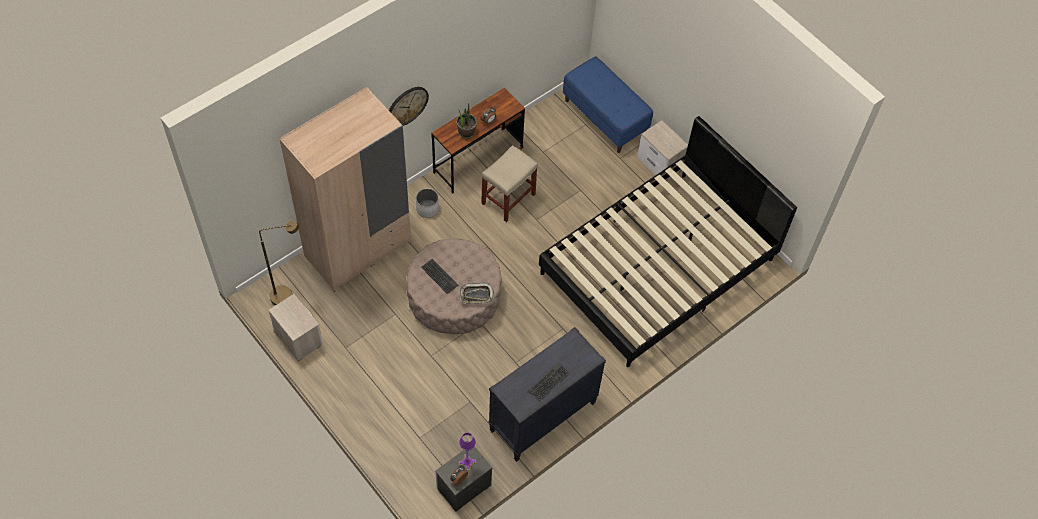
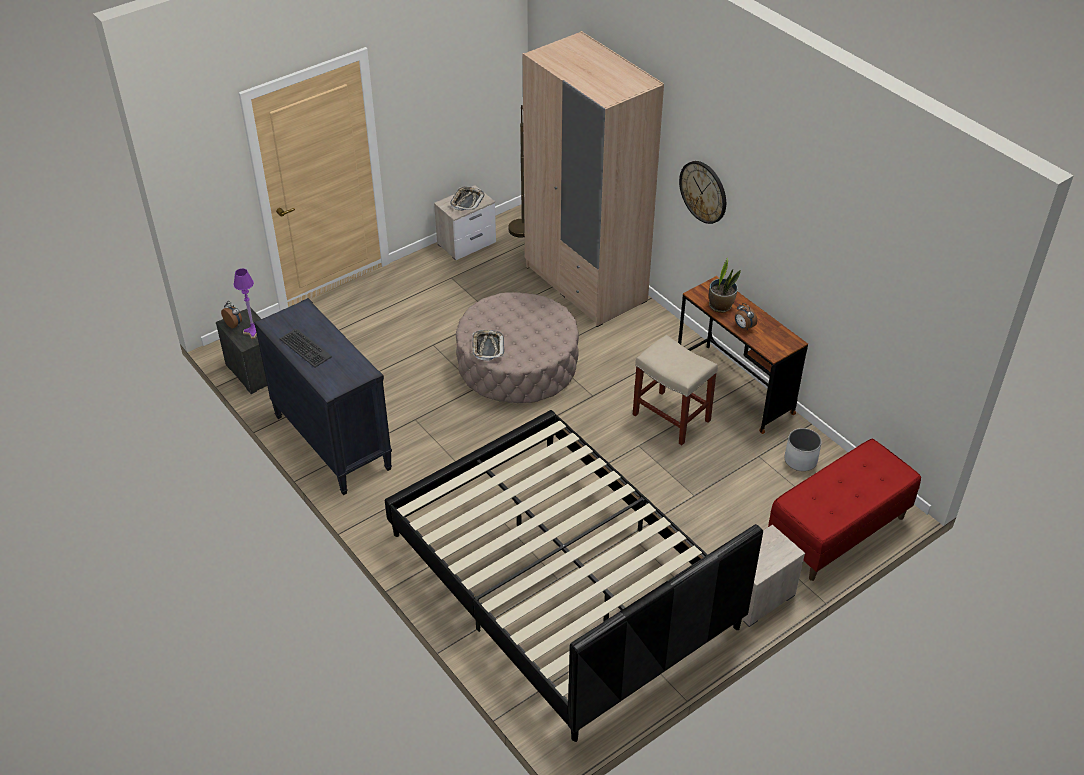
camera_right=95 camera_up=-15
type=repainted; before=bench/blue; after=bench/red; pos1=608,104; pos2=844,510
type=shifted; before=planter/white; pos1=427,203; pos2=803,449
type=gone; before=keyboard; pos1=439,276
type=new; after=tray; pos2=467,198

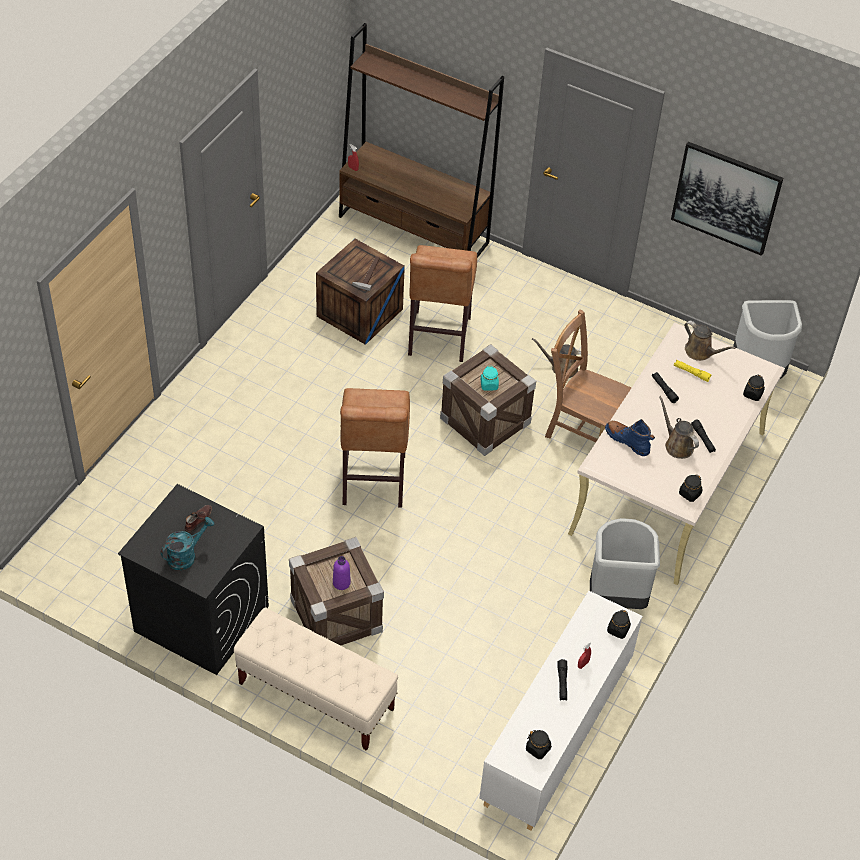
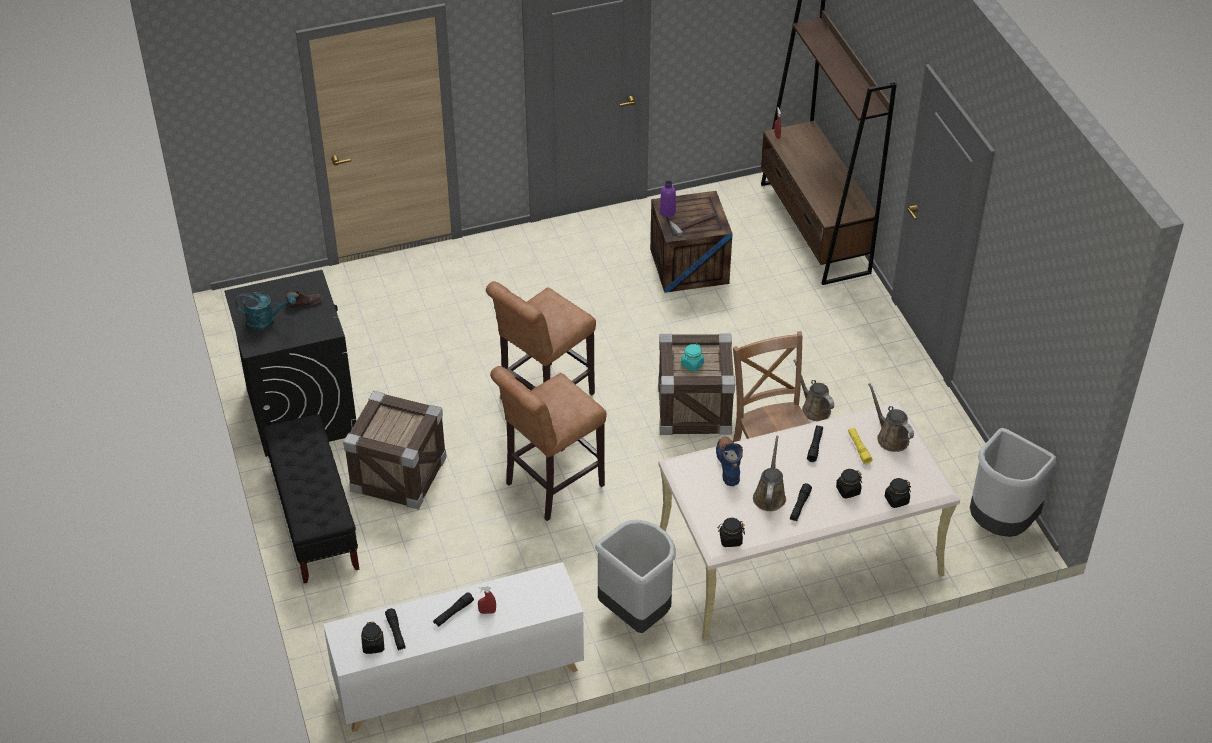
camera_right=45 camera_up=-5
type=gone; before=picture; pos1=727,199
type=shifted; before=stool/brown; pos1=442,303; pos2=548,443
type=rotated; before=watering can/brown; pos1=710,341; pos2=891,417; turn=150
type=shifted; before=bottle/purple; pos1=342,573; pos2=668,199
type=repainted; before=bench/beige; after=bench/black; pos1=316,679; pos2=311,498
type=shifted; before=jar/black; pos1=619,624; pos2=849,484
type=new; after=flashlight/black; pos2=395,629

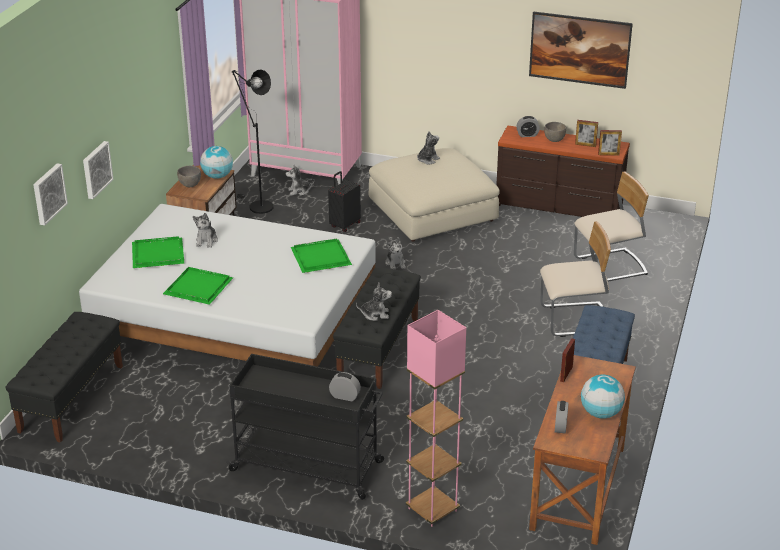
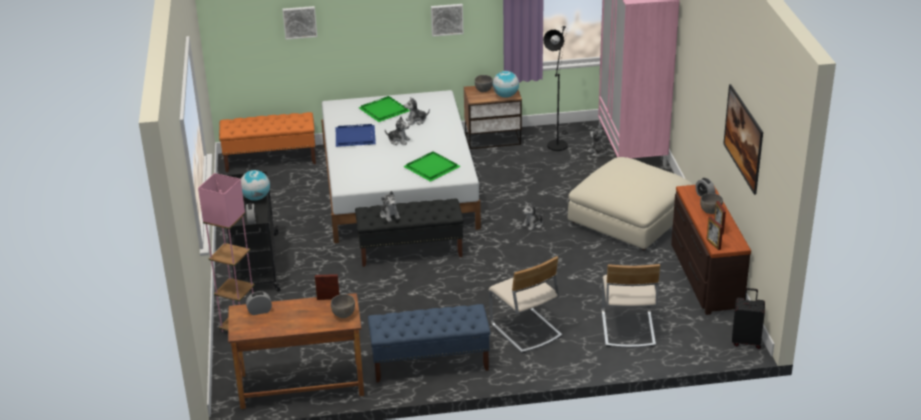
camera_right=65 camera_up=0
type=shifted; before=plush toy; pos1=428,147; pos2=397,130
type=shifted; before=picture; pos1=98,170; pos2=447,20
type=shifted; before=suitcase/black; pos1=344,201; pos2=748,318
type=rotated; before=chair/beige; pos1=611,226; pos2=631,306; turn=45
type=repainted; before=tray/green; after=tray/blue; pos1=198,286; pos2=356,135
type=repainted; before=bench/black; after=bench/orange; pos1=64,377; pos2=267,142
type=shifted; before=globe; pos1=603,396; pos2=255,185
type=new; after=bowl/grey; pos2=343,306

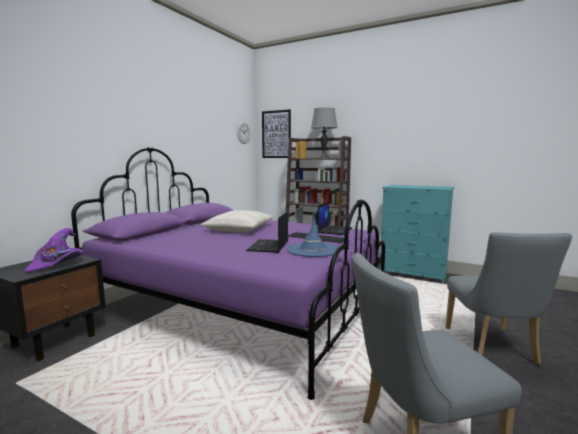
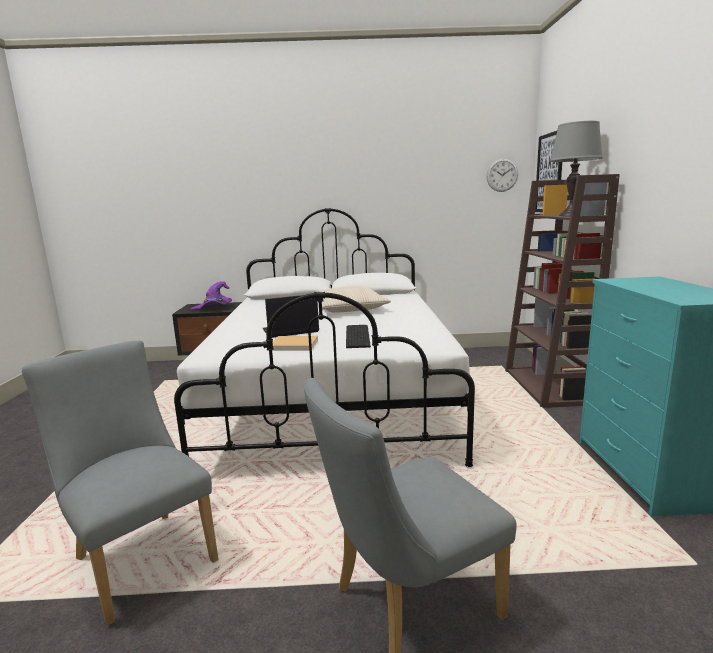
camera_right=60 camera_up=5
type=repainted; before=bed/purple; after=bed/white; pos1=228,273; pos2=324,337
type=gone; before=laptop; pos1=334,218
type=swapped; before=hat/blue; after=book/beige; pos1=312,237; pos2=295,343

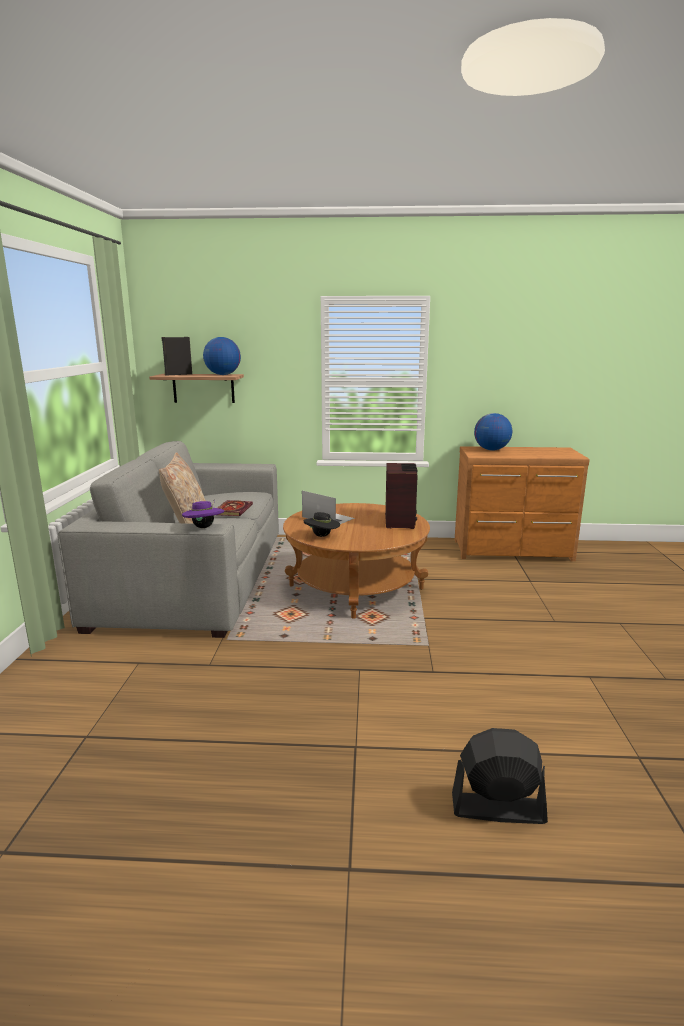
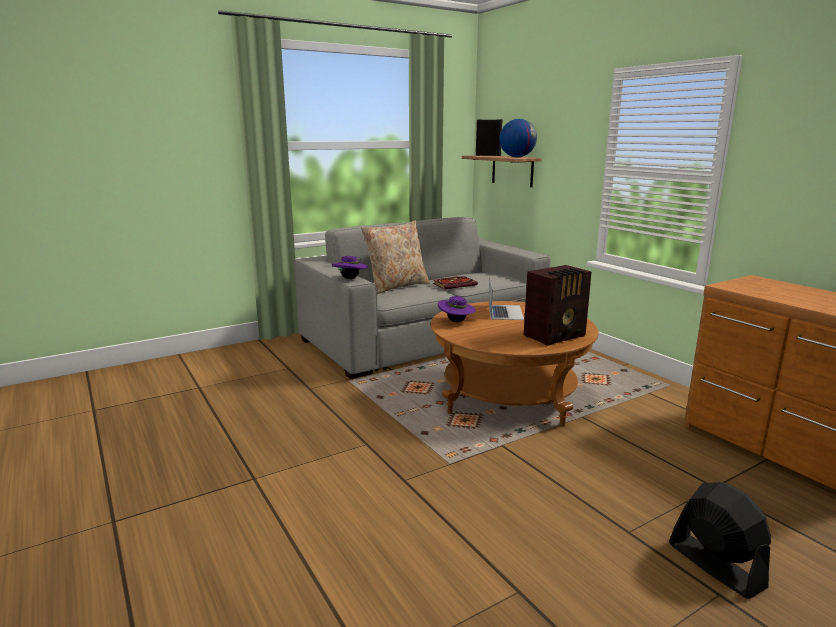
camera_right=55 camera_up=0
type=gone; before=globe; pos1=493,431
type=repainted; before=hat/black; after=hat/purple; pos1=322,524; pos2=457,309
type=shifted; before=fan/black; pos1=500,776; pos2=720,540

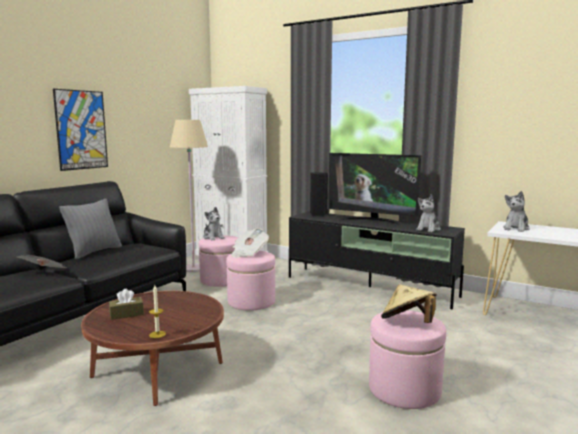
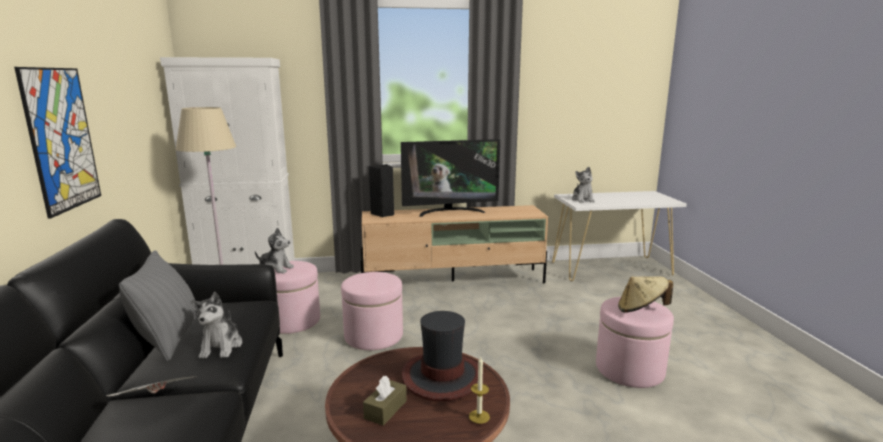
camera_right=-40 camera_up=5
type=shifted; before=plush toy; pos1=428,213; pos2=216,325
type=repainted; before=tv stand/black; after=tv stand/beige; pos1=377,260; pos2=454,244
type=gone; before=newspaper; pos1=250,243
type=new; after=hat; pos2=443,356

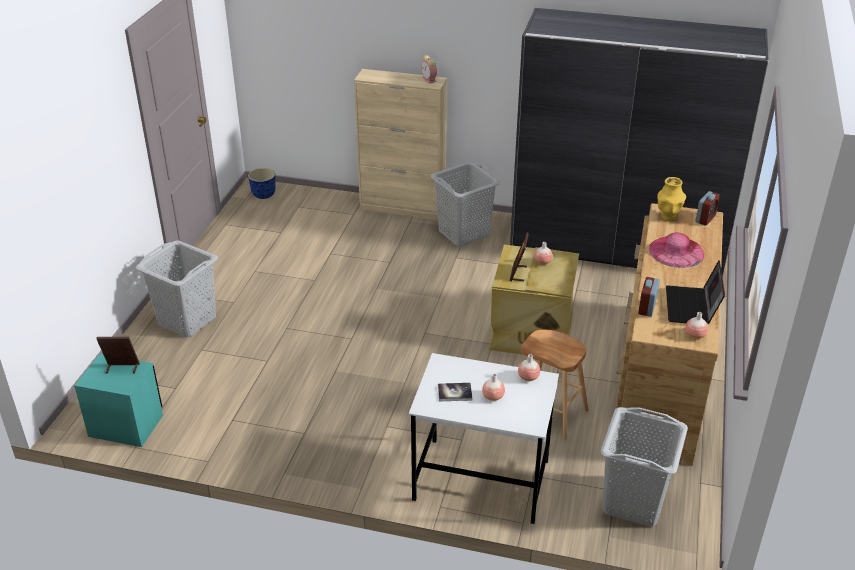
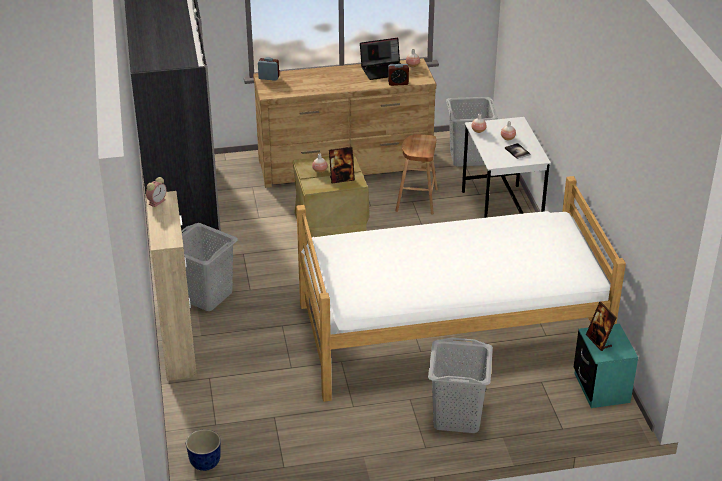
camera_right=-115 camera_up=0
type=gone; before=vase/yellow; pos1=671,199
type=gone; before=hat/pink; pos1=676,250
type=new; after=bed; pos2=461,289

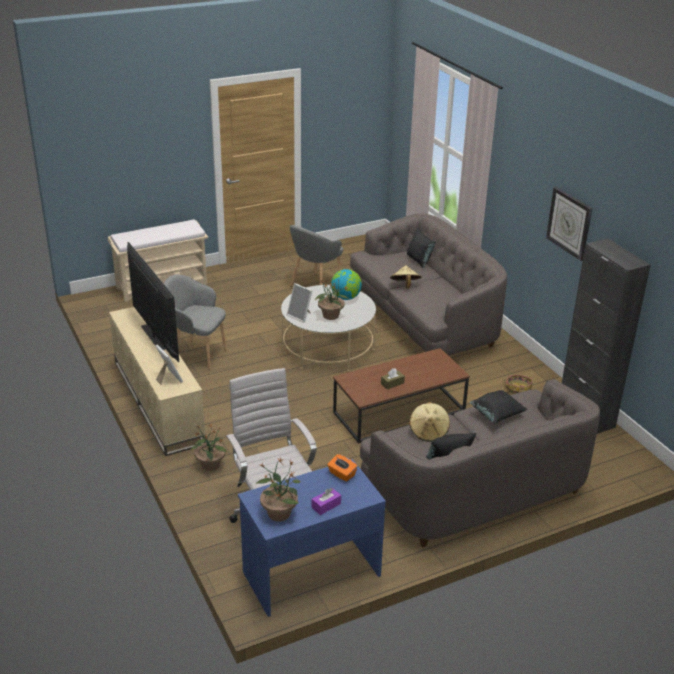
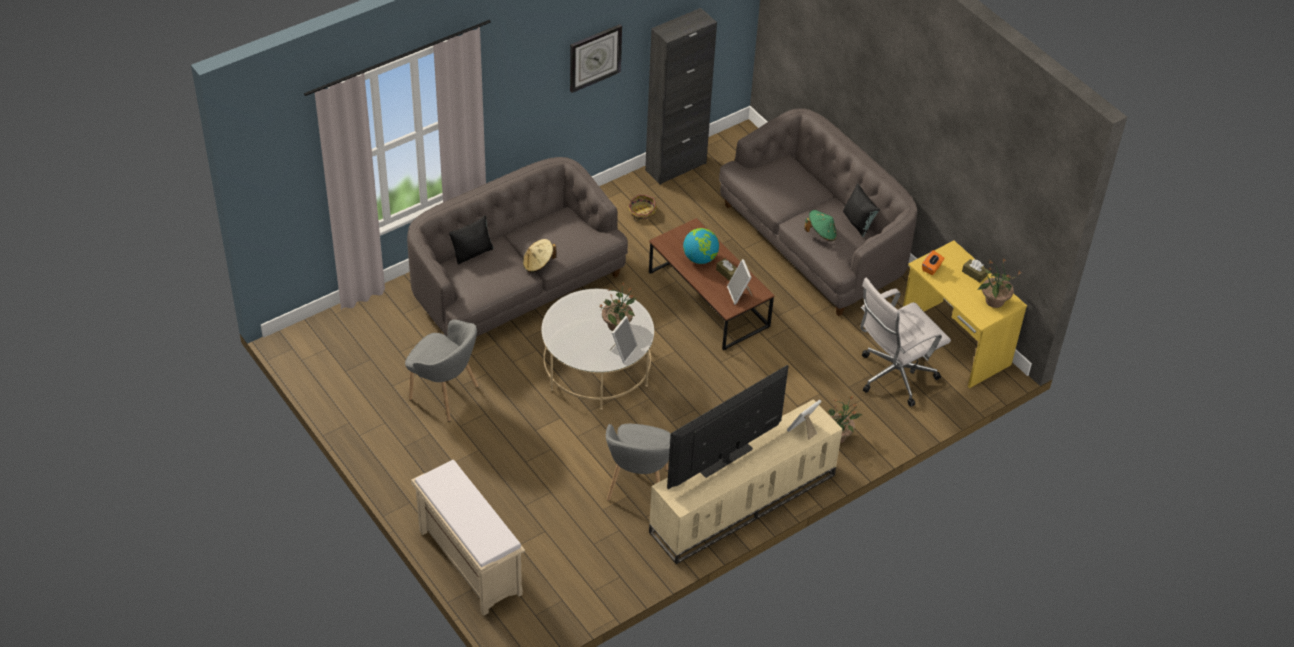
camera_right=-100 camera_up=15
type=shifted; before=globe; pos1=346,284; pos2=701,246
type=gone; before=pillow/black; pos1=499,407
type=repainted; before=hat/beige; after=hat/green; pos1=429,422; pos2=820,225
type=repainted; before=desk/blue; after=desk/yellow; pos1=312,538; pos2=965,314
type=repainted; before=tissue box/purple; after=tissue box/brown; pos1=326,501; pos2=975,270
type=new; after=picture frame; pos2=739,281

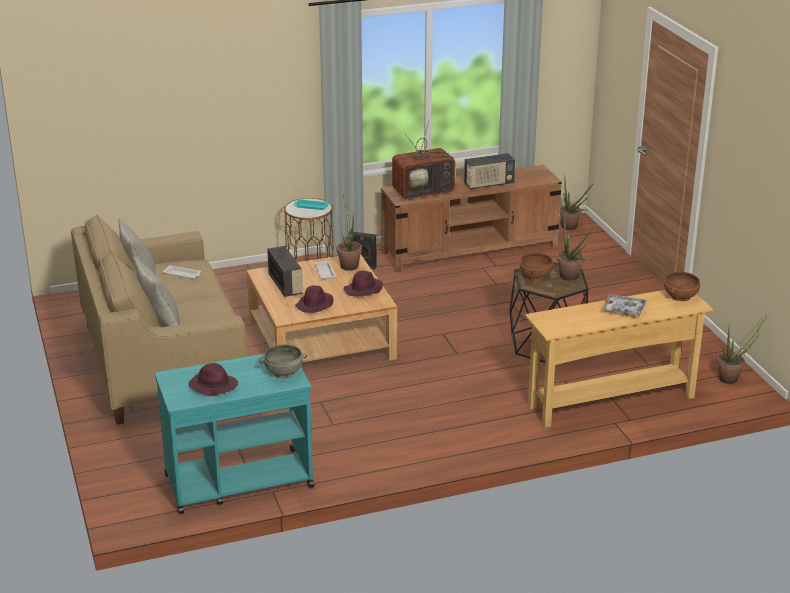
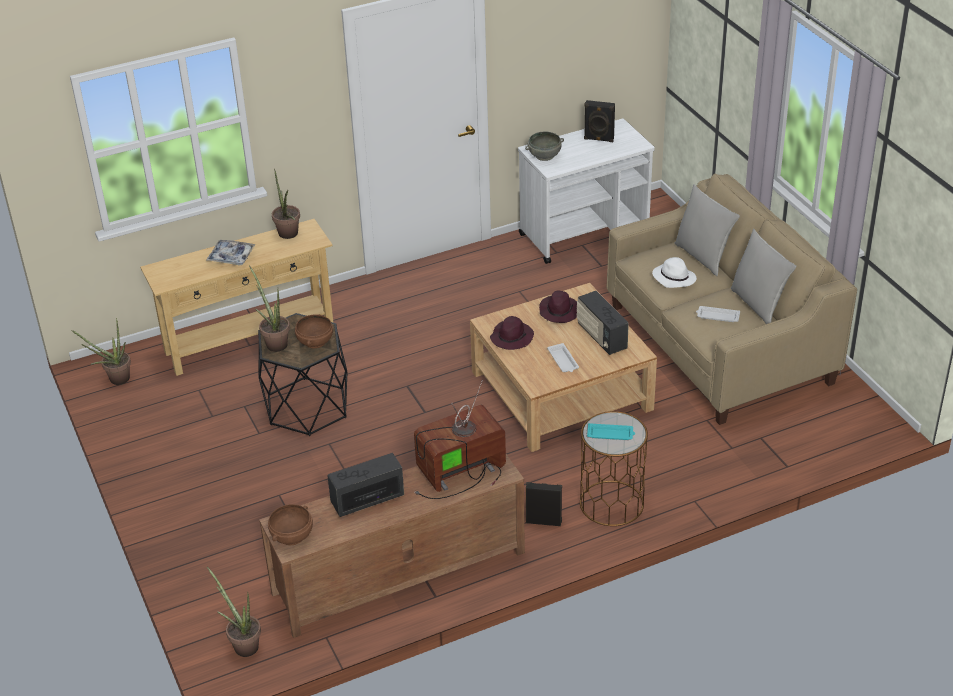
camera_right=175 camera_up=10
type=shifted; before=potted plant; pos1=349,232; pos2=286,204
type=shifted; before=bowl/brown; pos1=682,286; pos2=290,524
type=repainted; before=cart/turquoise; after=cart/white; pos1=234,434; pos2=586,191
type=swapped; before=hat/purple; after=speaker/black; pos1=213,379; pos2=599,121
type=new; after=hat/white; pos2=674,272

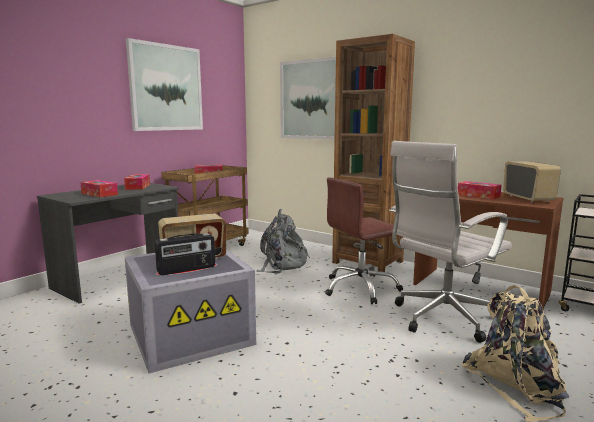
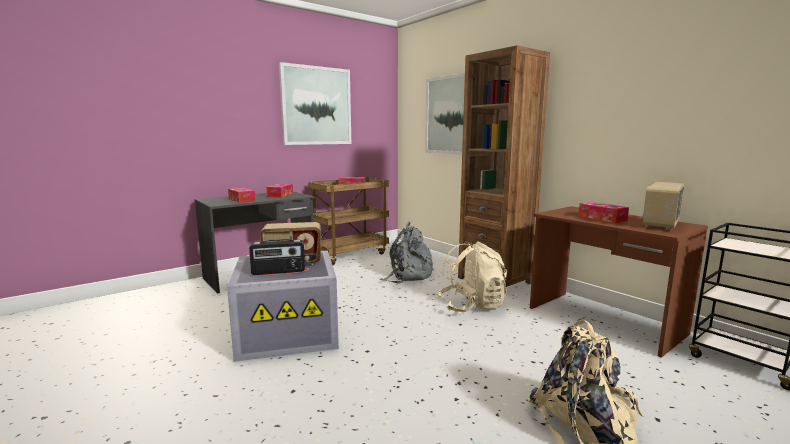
camera_right=15 camera_up=0
type=gone; before=office chair/white; pos1=450,242
type=rotated; before=radio; pos1=532,181; pos2=662,206; turn=-150
type=swapped; before=office chair/brown; after=backpack/beige; pos1=364,241; pos2=472,276

